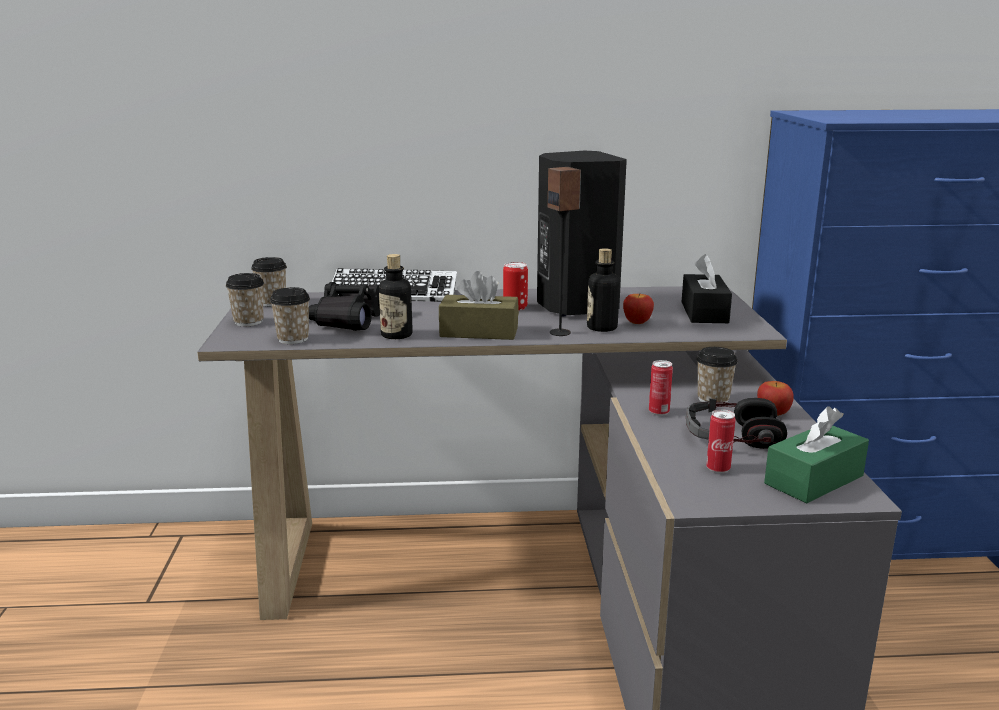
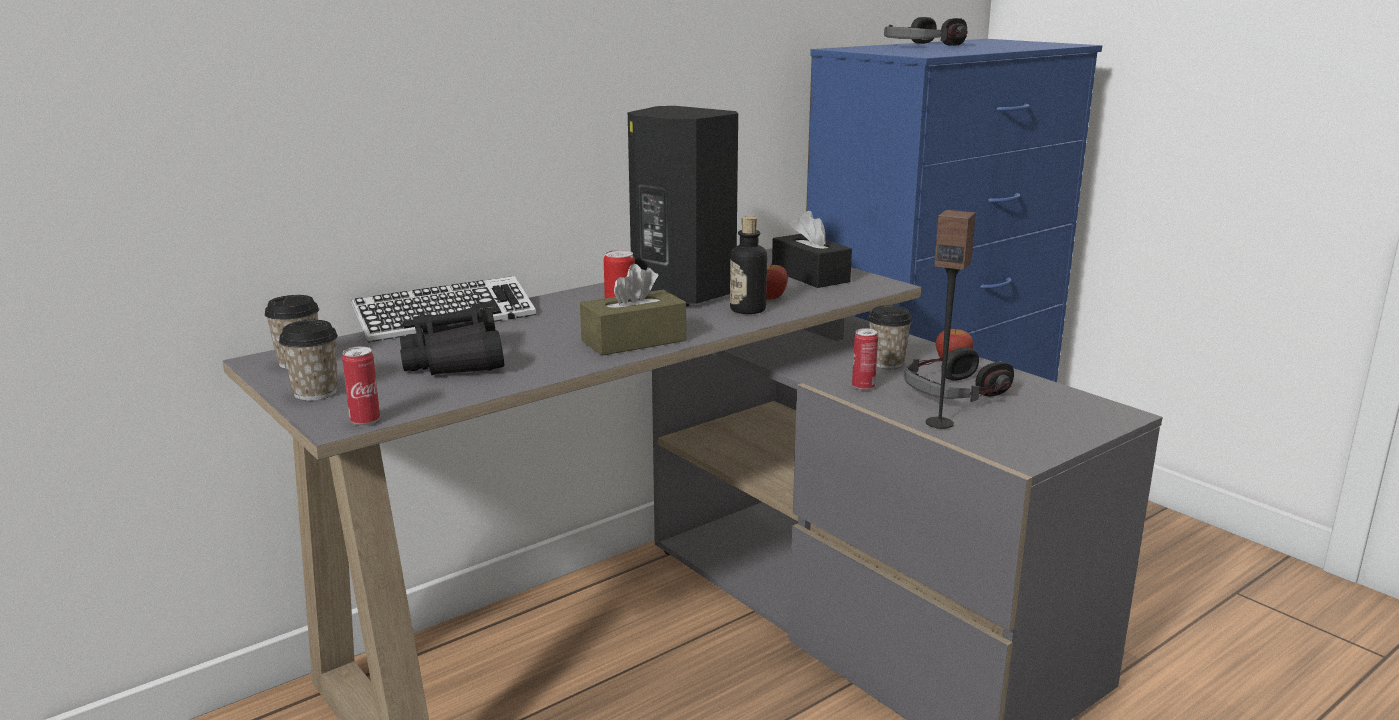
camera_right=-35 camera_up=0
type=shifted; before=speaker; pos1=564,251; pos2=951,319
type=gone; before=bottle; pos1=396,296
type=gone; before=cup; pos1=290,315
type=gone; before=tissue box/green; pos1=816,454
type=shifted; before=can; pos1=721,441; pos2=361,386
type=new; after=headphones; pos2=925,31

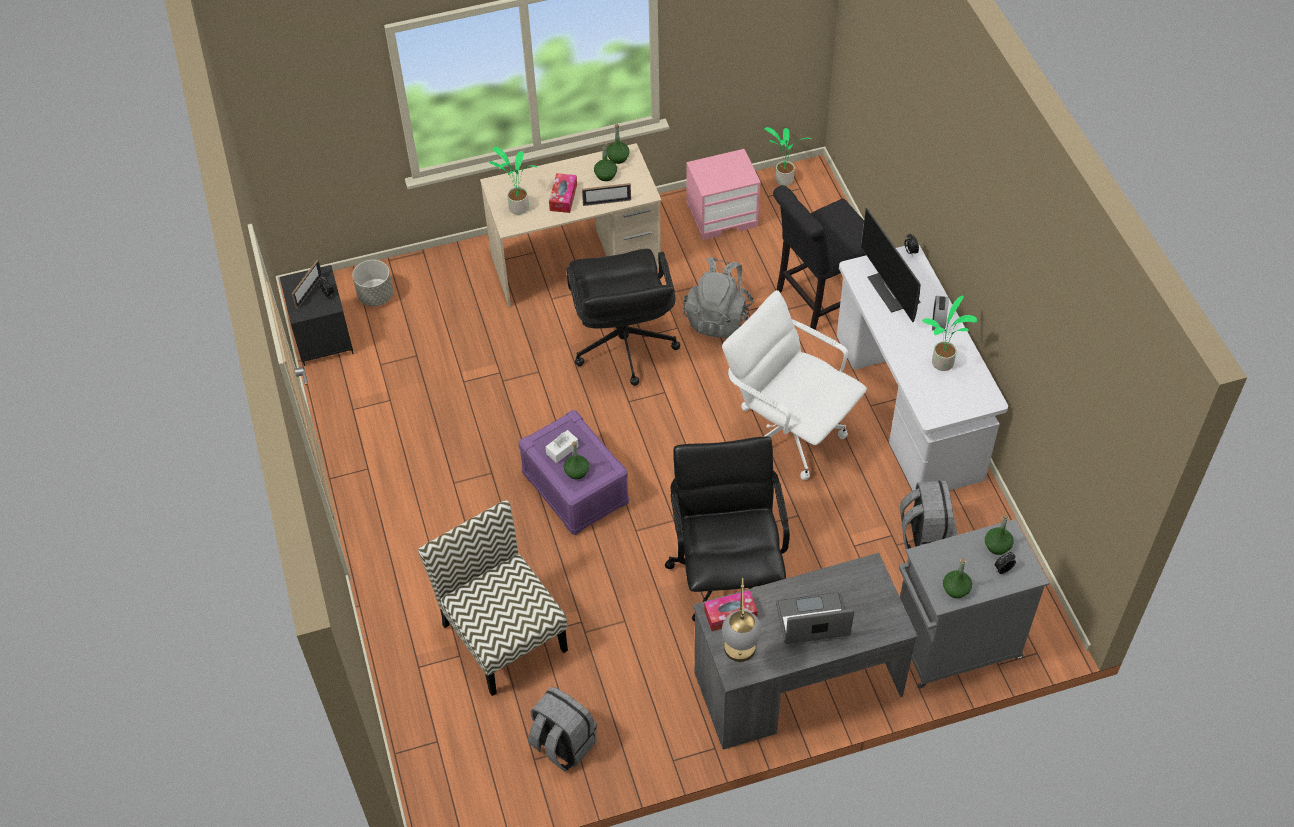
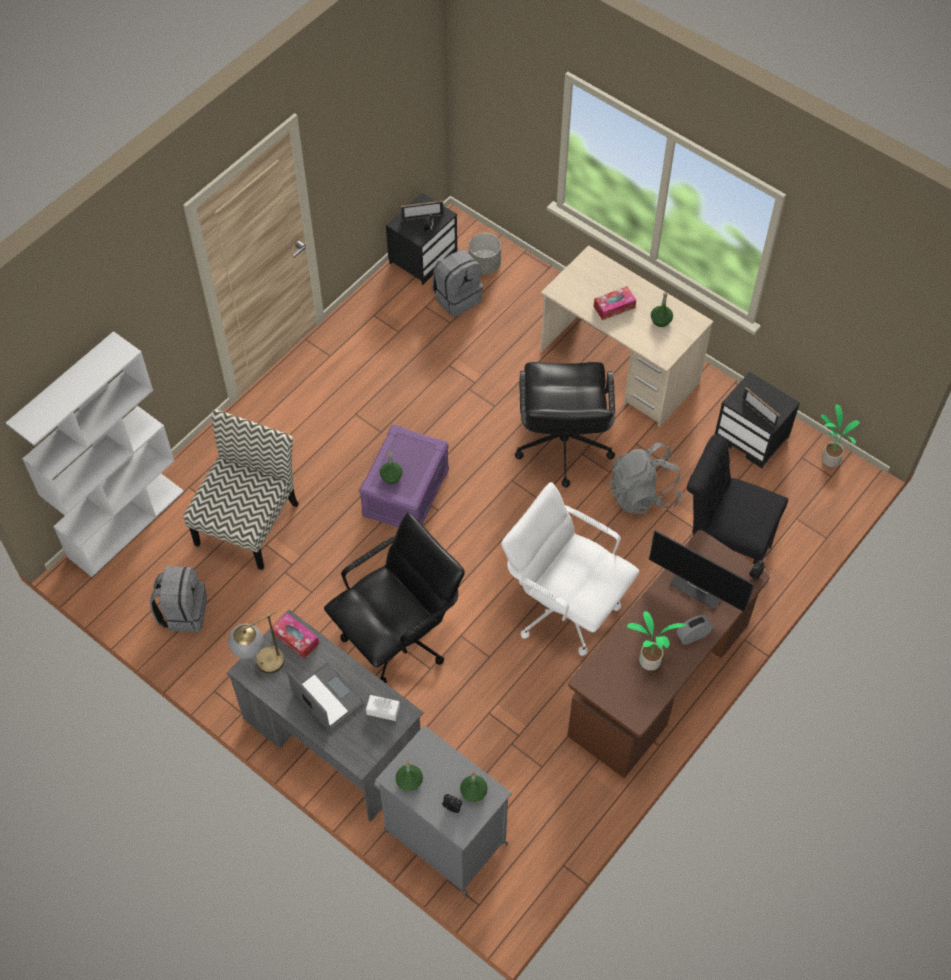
camera_right=55 camera_up=5
type=gone; before=bottle/green; pos1=618,144
type=gone; before=potted plant; pos1=513,181
type=repainted; before=nightstand/pink; after=nightstand/black; pos1=723,194; pos2=757,420
type=shifted; before=picture frame; pos1=606,194; pos2=761,407
type=rotated; before=monitor; pos1=891,265; pos2=701,571; turn=-90
type=repainted; before=desk/white; after=desk/brown; pos1=922,367; pos2=668,654
type=rotated; before=office chair/black; pos1=623,317; pos2=565,425; turn=-45
type=rotated; before=office chair/white; pos1=794,385; pos2=570,569; turn=-60
type=shifted; before=tissue box/white; pos1=562,446; pos2=383,708
type=shifted; before=backpack/grey; pos1=928,515; pos2=457,283
type=new; after=bookcase/white; pos2=95,454

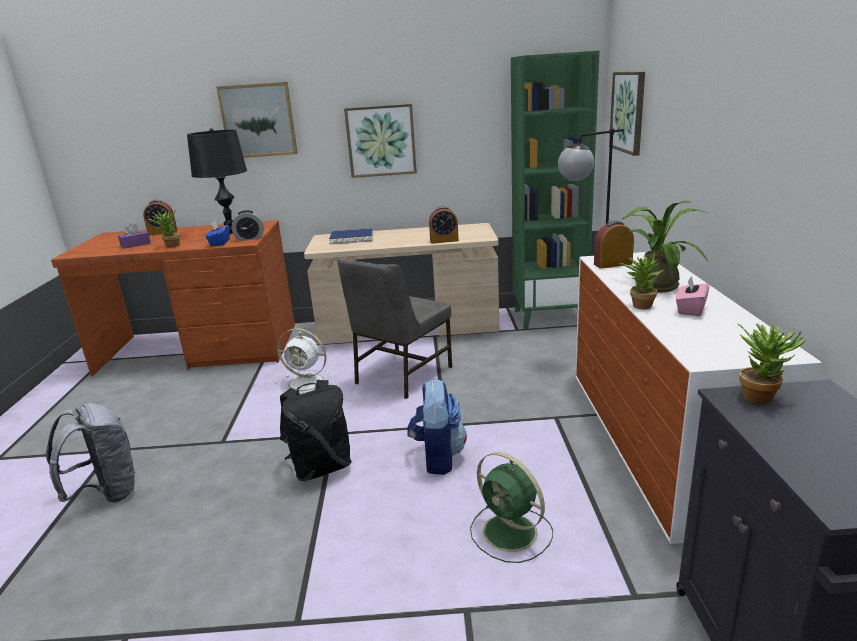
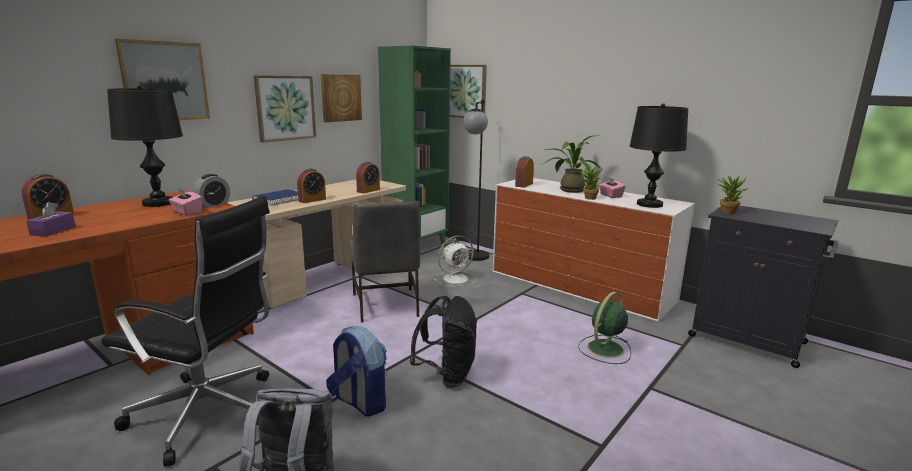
camera_right=-50 camera_up=-5
type=gone; before=potted plant; pos1=164,228
type=repainted; before=tissue box/blue; after=tissue box/pink; pos1=217,233; pos2=185,202
type=shifted; before=fan/white; pos1=305,360; pos2=455,261
type=shifted; before=backpack; pos1=437,427; pos2=356,371
type=rotated; before=fan/green; pos1=511,507; pos2=604,328; turn=135
type=new; after=picture; pos2=341,98
type=new; after=table lamp/black; pos2=659,155
type=new; after=alarm clock; pos2=311,186
type=new; after=office chair/black; pos2=185,331

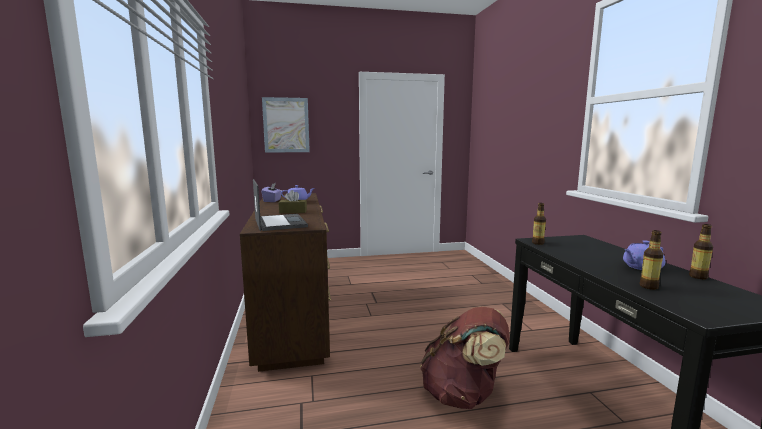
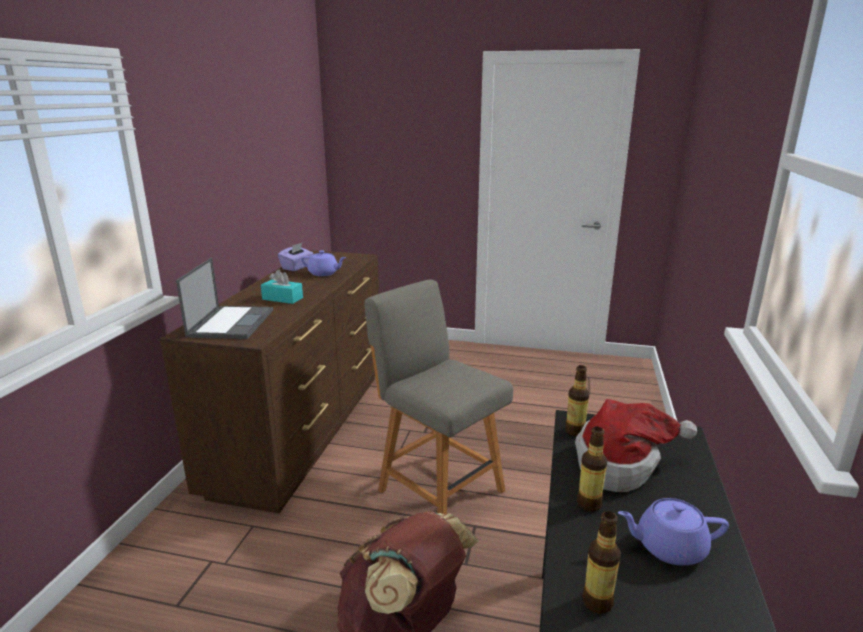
camera_right=25 camera_up=10
type=gone; before=picture; pos1=286,125
type=repainted; before=tissue box/brown; after=tissue box/turquoise; pos1=292,201; pos2=282,287
type=shifted; before=bottle; pos1=701,251; pos2=592,469
type=new; after=chair/grey; pos2=438,397
type=new; after=hat; pos2=636,445

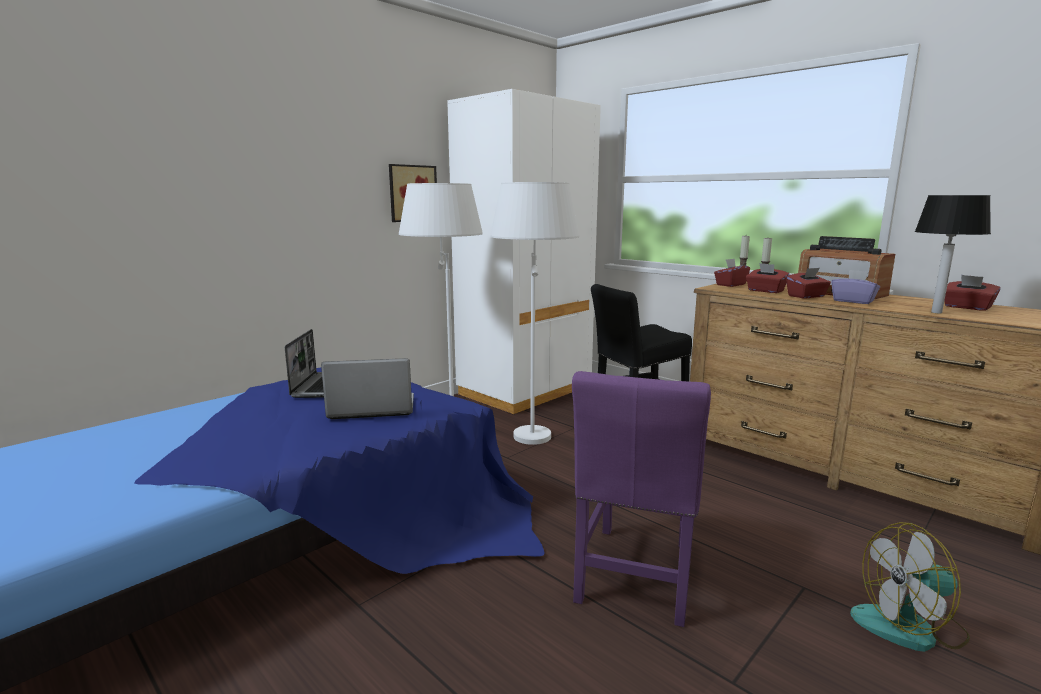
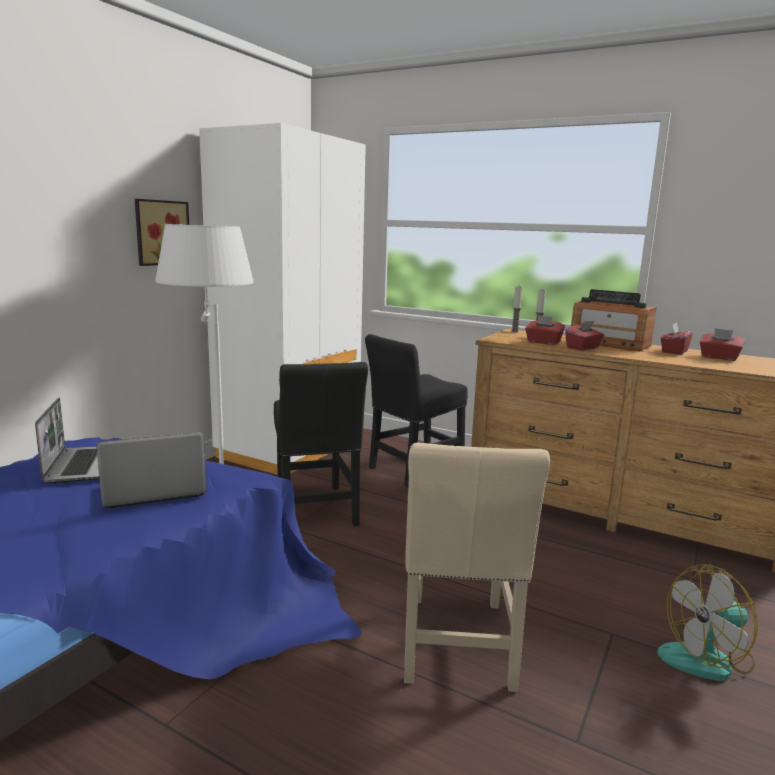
camera_right=-15 camera_up=0
type=swapped; before=floor lamp/white; after=chair/black; pos1=534,313; pos2=321,444
type=gone; before=table lamp; pos1=953,254
type=shifted; before=tissue box/red; pos1=732,272; pos2=677,339
type=gone; before=tissue box/purple; pos1=855,287
type=repainted; before=chair/purple; after=chair/beige; pos1=641,499; pos2=477,567

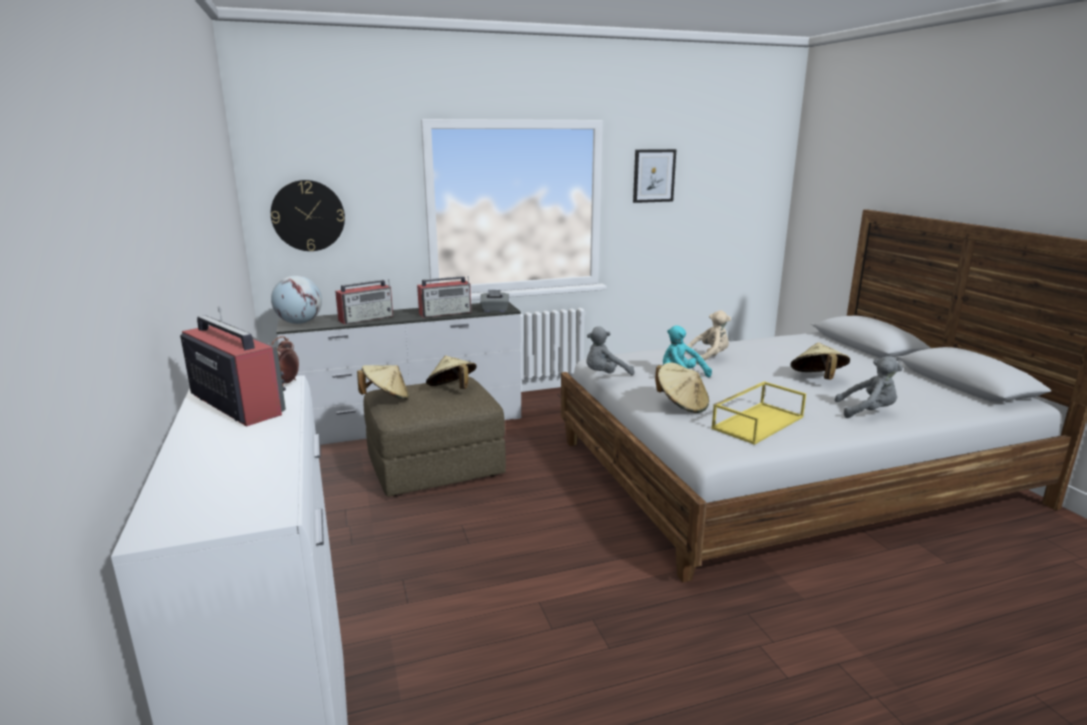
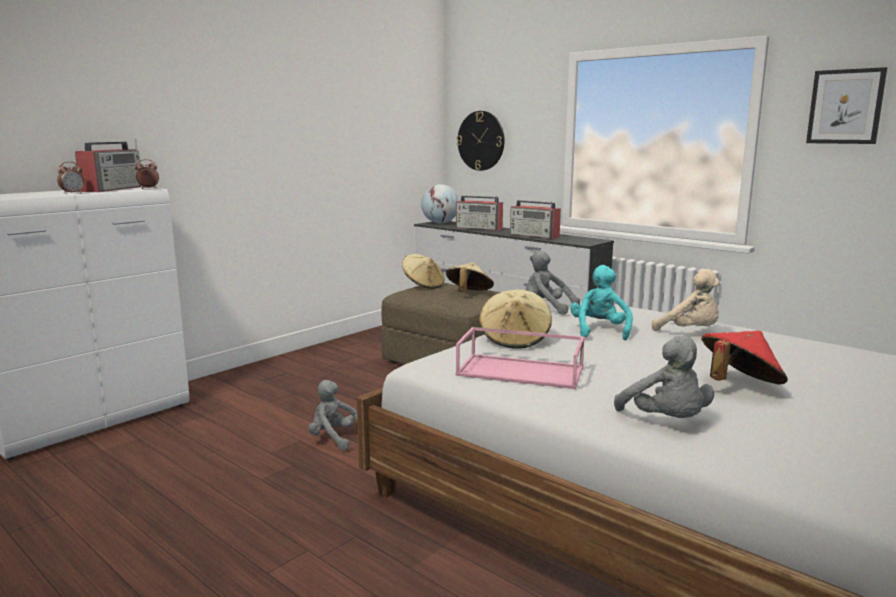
camera_right=60 camera_up=-5
type=gone; before=tissue box/grey; pos1=494,301
type=repainted; before=hat/beige; after=hat/red; pos1=820,361; pos2=744,357
type=repainted; before=tray/yellow; after=tray/pink; pos1=758,413; pos2=520,358
type=new; after=alarm clock; pos2=70,178
type=new; after=plush toy/grey; pos2=332,415

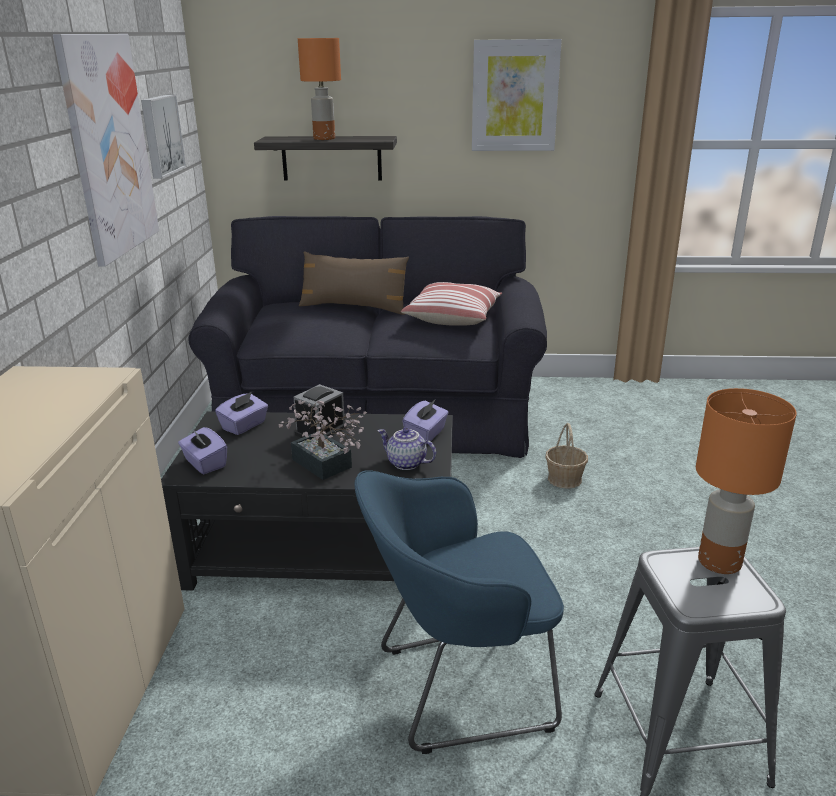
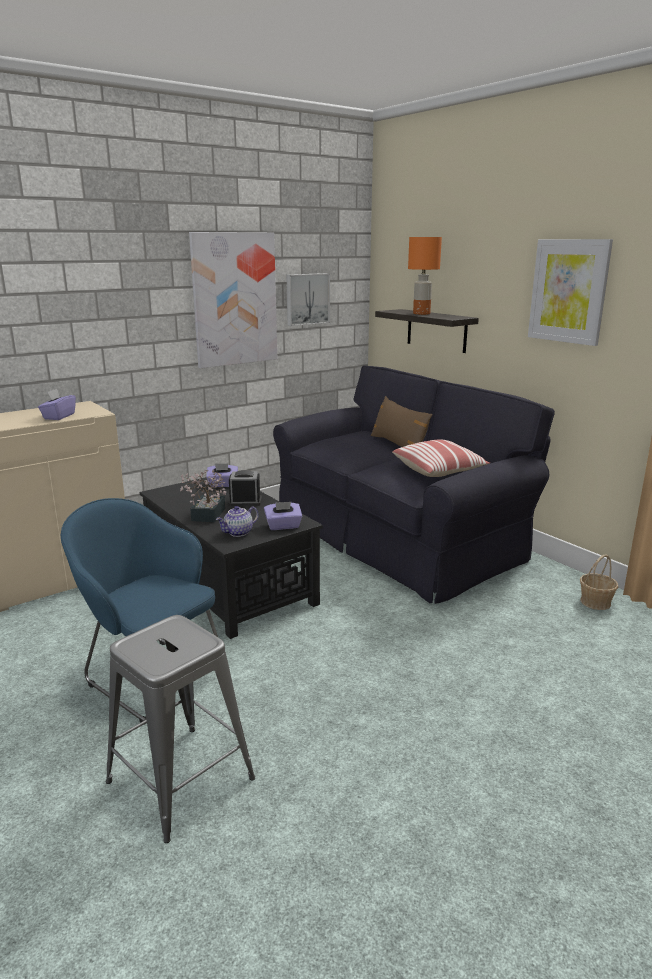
camera_right=50 camera_up=-5
type=gone; before=table lamp/orange; pos1=746,481
type=shifted; before=basket; pos1=566,456; pos2=599,582
type=shifted; before=tissue box/purple; pos1=202,450; pos2=57,404
type=rotated; before=teapot; pos1=407,449; pos2=237,521; turn=-120

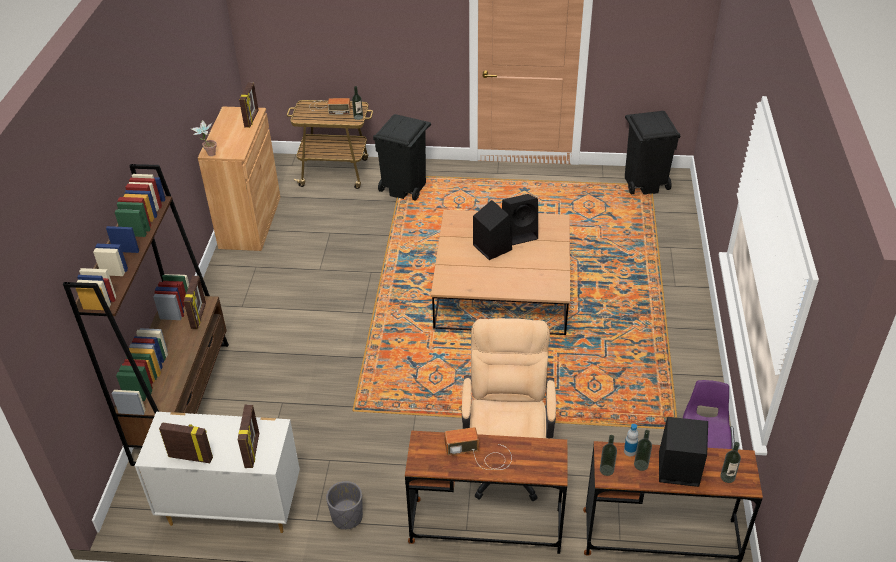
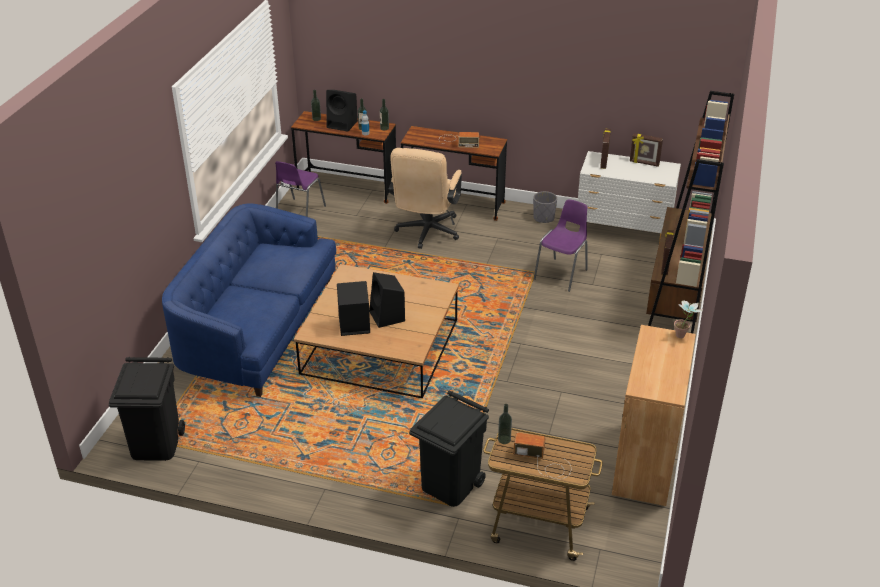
camera_right=-170 camera_up=-5
type=gone; before=picture frame; pos1=248,105
type=new; after=chair/purple; pos2=561,245
type=new; after=sofa/blue; pos2=249,300

